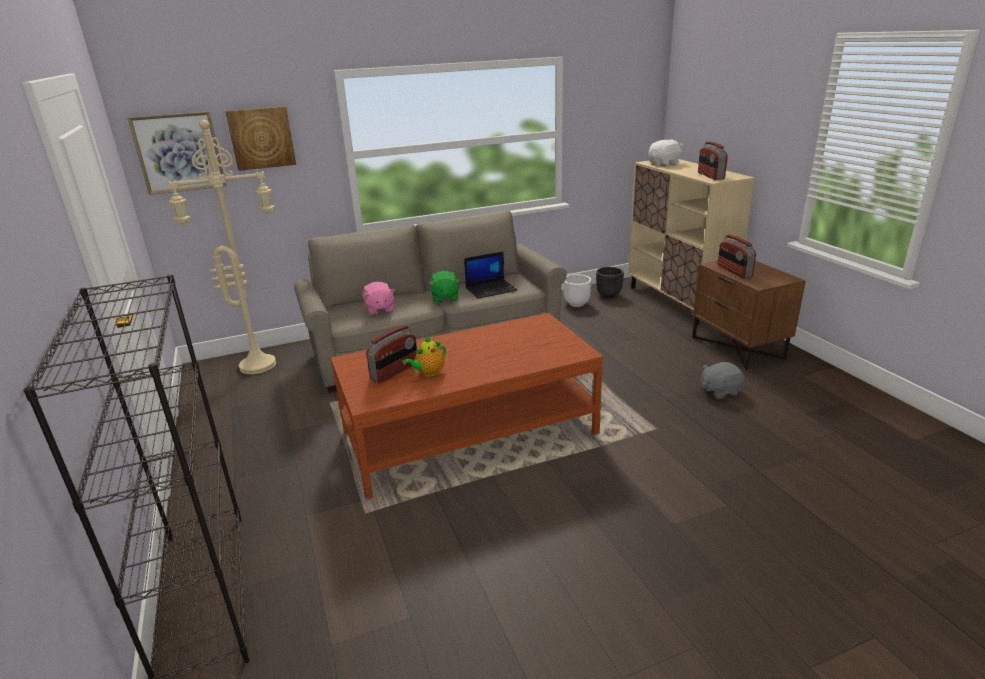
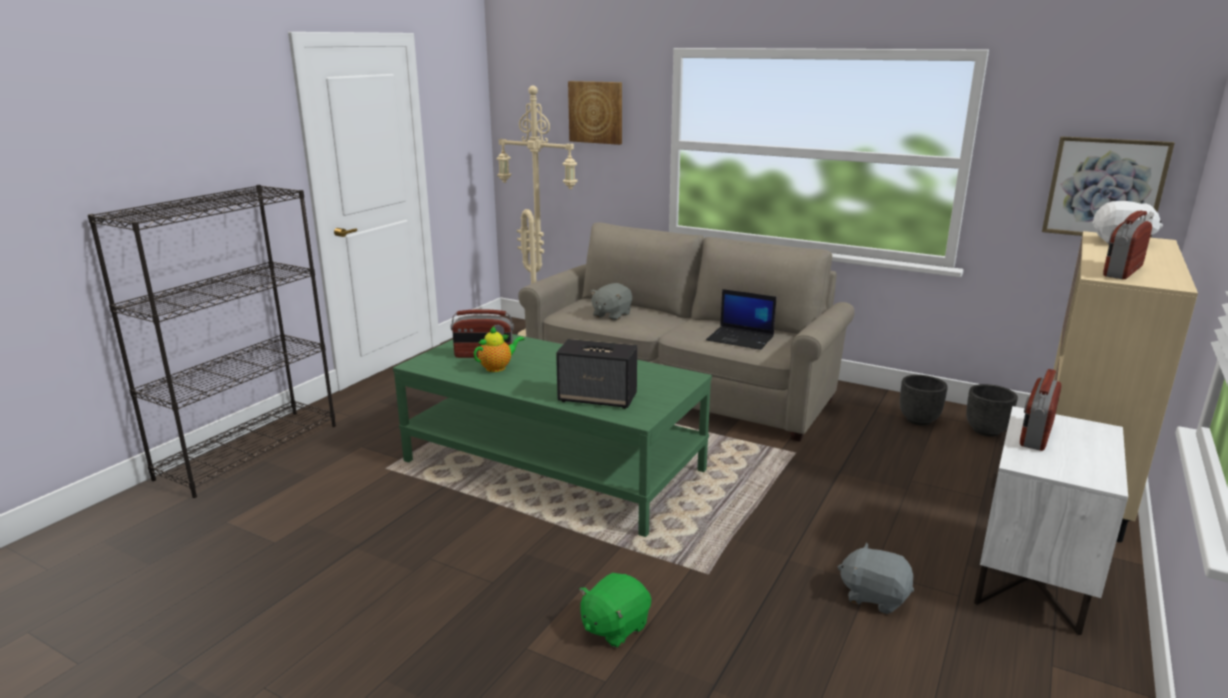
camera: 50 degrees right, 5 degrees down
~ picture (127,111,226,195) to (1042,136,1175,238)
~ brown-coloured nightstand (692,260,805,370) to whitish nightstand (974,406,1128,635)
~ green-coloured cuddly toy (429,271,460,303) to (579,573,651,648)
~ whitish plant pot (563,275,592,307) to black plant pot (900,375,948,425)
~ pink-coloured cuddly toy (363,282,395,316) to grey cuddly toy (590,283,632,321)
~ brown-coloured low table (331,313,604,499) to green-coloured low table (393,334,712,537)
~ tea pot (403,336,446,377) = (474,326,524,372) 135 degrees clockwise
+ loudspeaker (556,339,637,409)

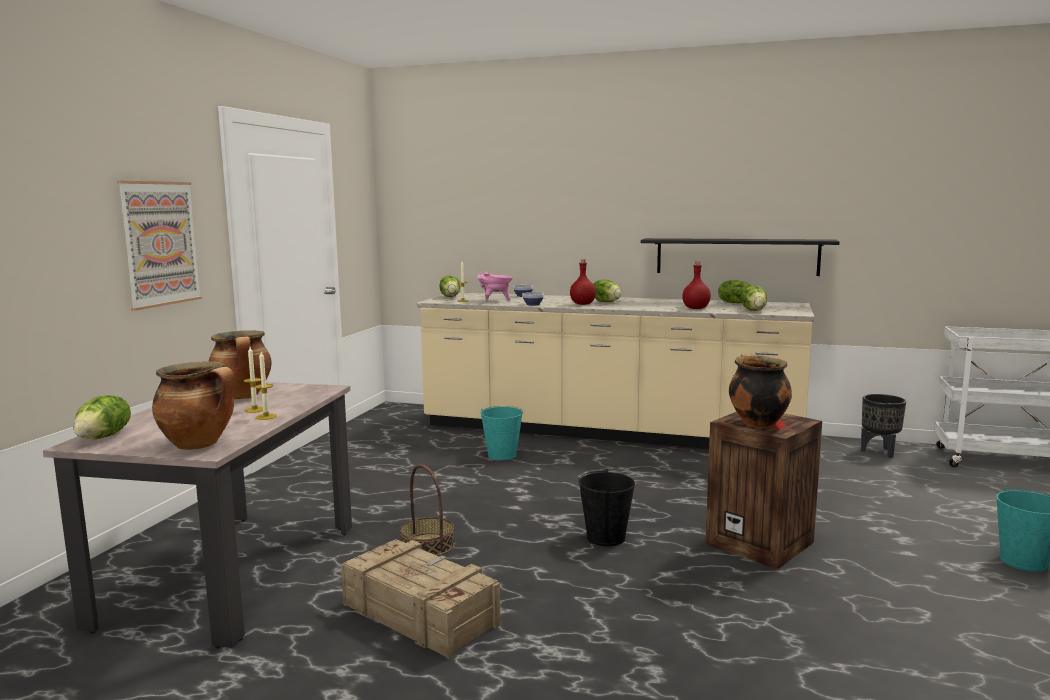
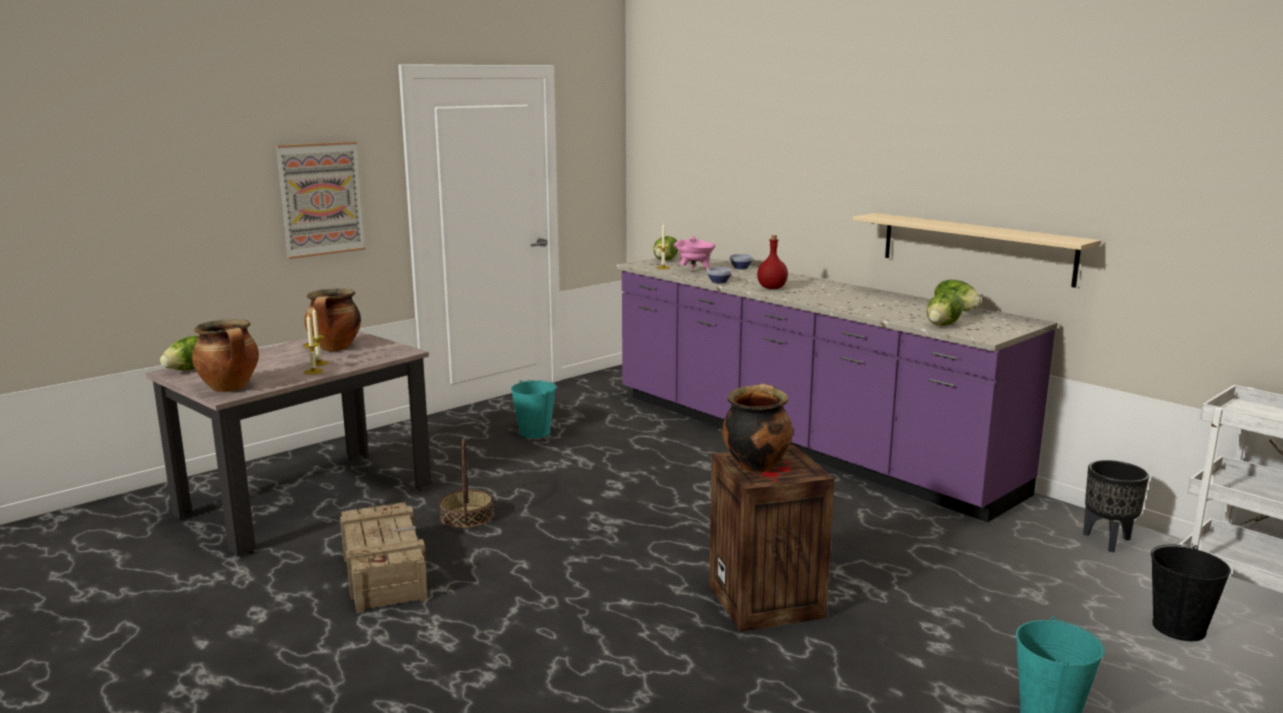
camera: 30 degrees right, 5 degrees up
~ black wall shelf (641,238,840,276) to sand-coloured wall shelf (853,213,1101,288)
- reddish beverage bottle (682,261,711,309)
- lettuce head (594,279,621,302)
~ sand-coloured kitchen base unit (417,293,814,449) to purplish kitchen base unit (616,254,1058,522)
~ blue-green pail (481,406,523,460) to (511,380,556,438)
~ black pail (578,469,635,546) to (1151,545,1231,641)

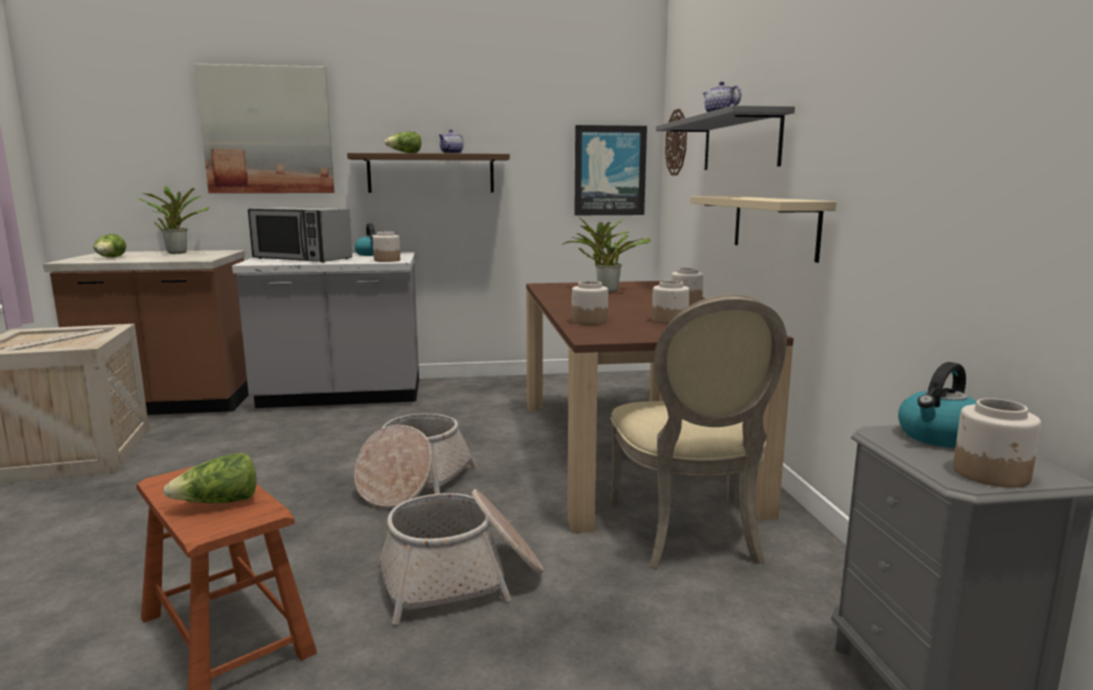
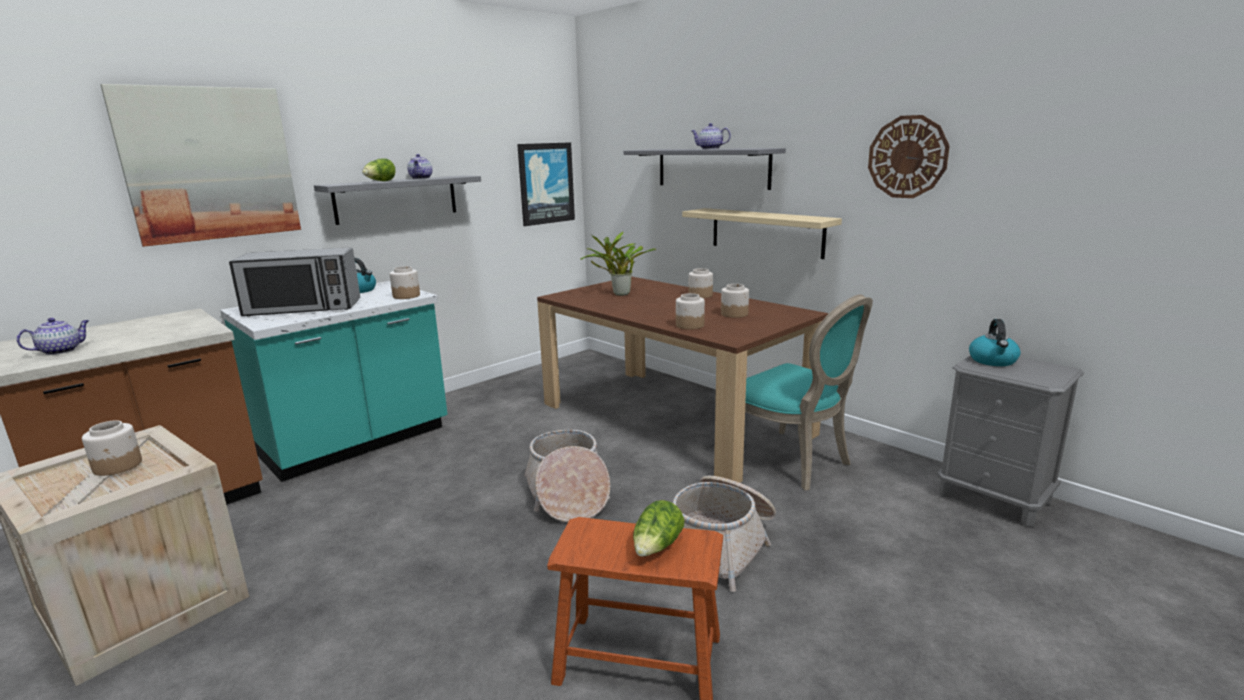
camera: 35 degrees left, 5 degrees up
~ clock on the wall (665,109,687,176) to (868,115,950,198)
~ brown-coloured wall shelf (347,153,510,193) to grey wall shelf (314,175,481,225)
- plant in a pot (138,186,209,254)
~ lettuce head (93,234,126,258) to tea pot (16,318,89,355)
~ grey kitchen base unit (232,252,419,408) to blue-green kitchen base unit (220,281,447,482)
~ sand-coloured upright chair (610,294,787,569) to blue-green upright chair (745,295,873,491)
~ storage jar (953,398,1041,488) to (82,420,142,476)

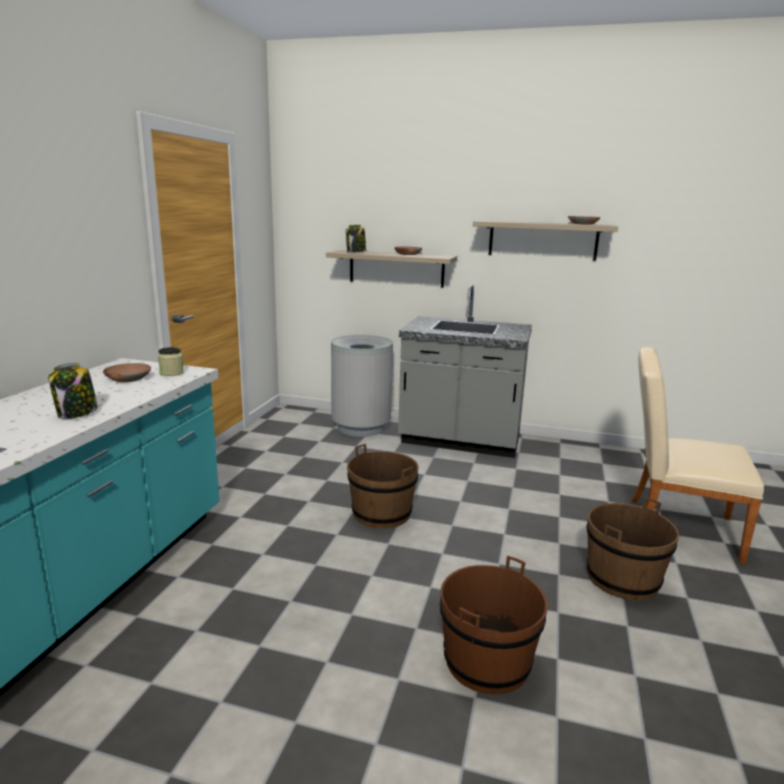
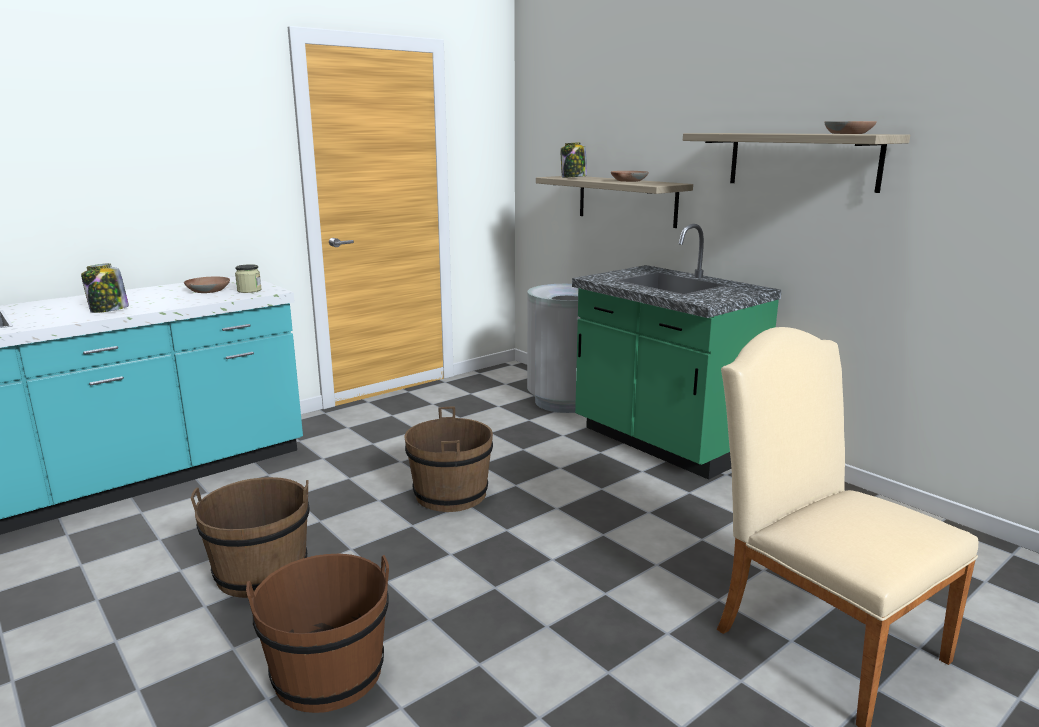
camera: 35 degrees right, 0 degrees up
~ grey kitchen base unit (398,284,532,458) to green-coloured kitchen base unit (572,224,782,480)
~ brown-coloured pail (587,497,679,600) to (191,477,310,598)

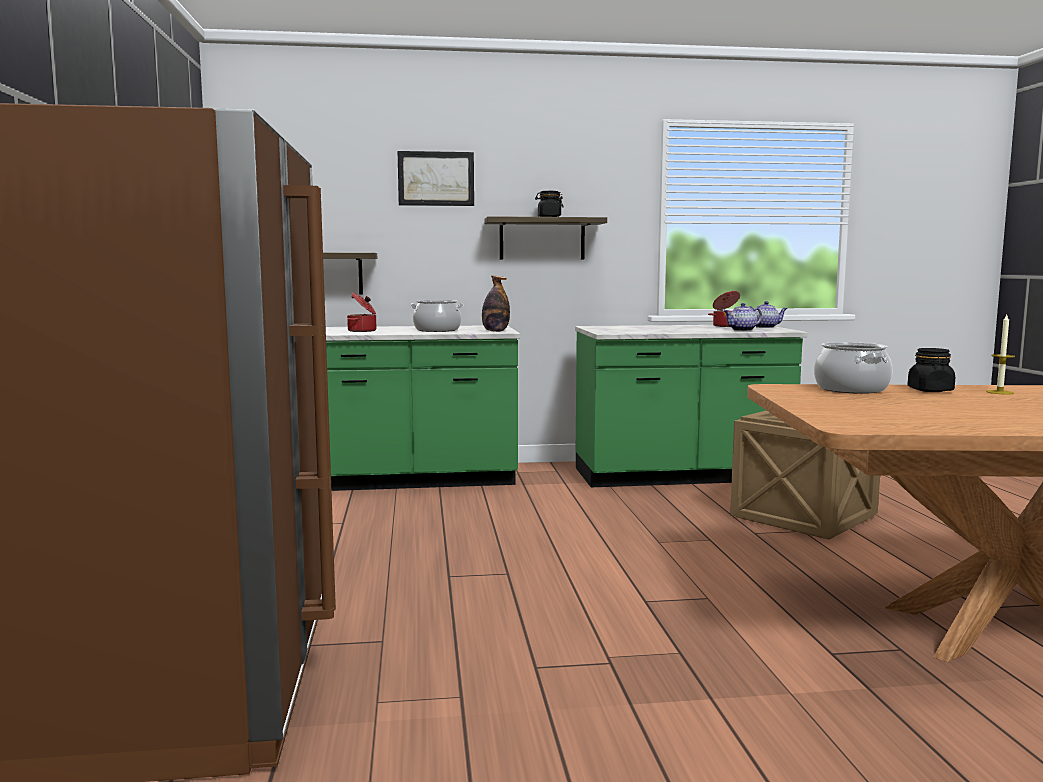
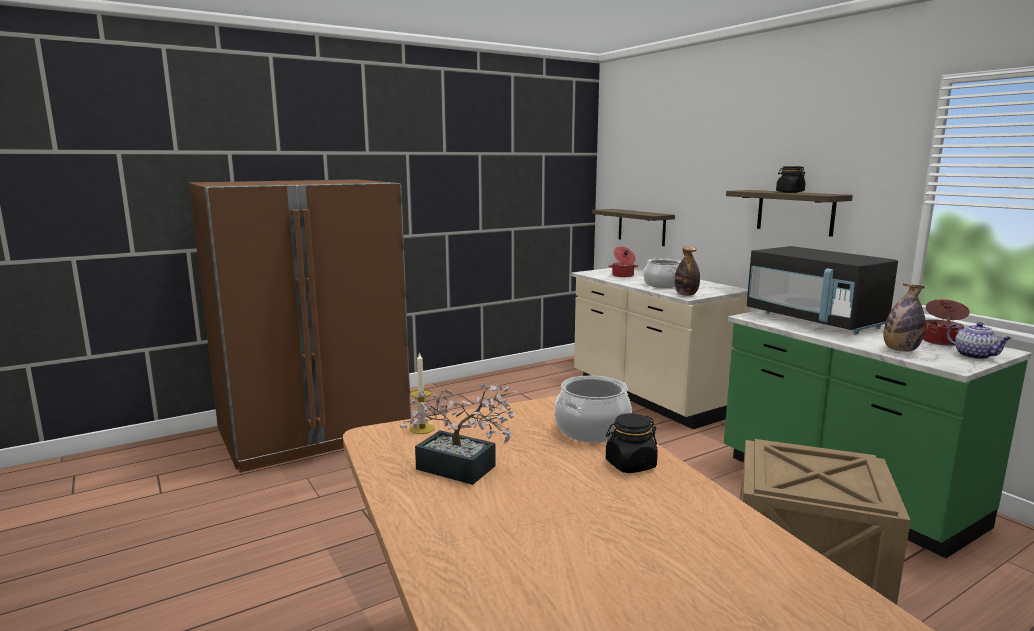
camera: 65 degrees right, 5 degrees up
- picture (398,151,474,206)
~ tea pot (724,303,762,331) to beverage bottle (884,283,925,352)
~ wax candle (986,315,1015,395) to (410,352,435,434)
~ green-coloured kitchen base unit (326,326,520,491) to sand-coloured kitchen base unit (571,267,750,429)
+ black kitchen microwave (747,246,898,334)
+ plant in a pot (399,383,518,485)

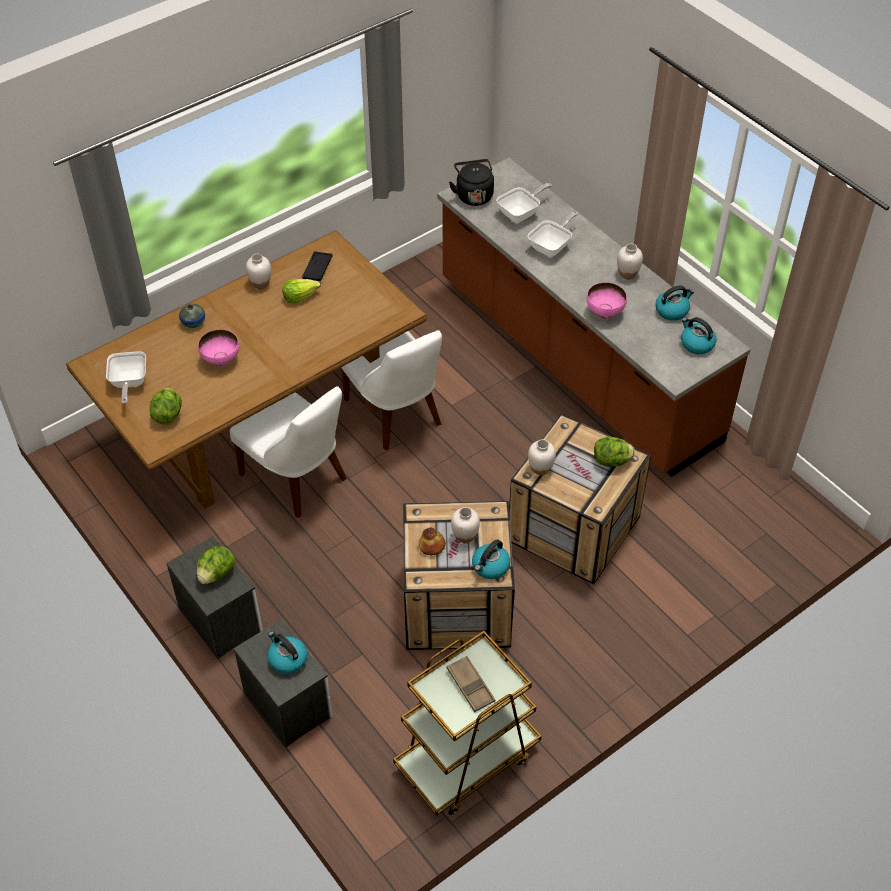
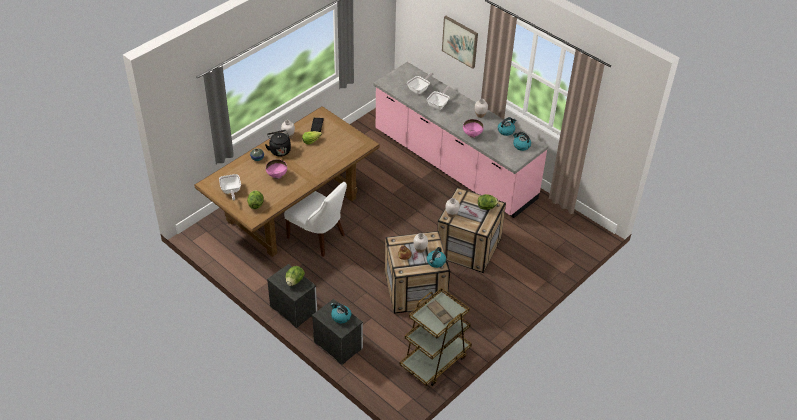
camera: 10 degrees left, 5 degrees down
~ brown-coloured kitchen base unit (437,158,751,477) to pink-coloured kitchen base unit (373,62,548,218)
~ black tea kettle (449,159,494,206) to (265,130,291,157)
- whitish upright chair (341,330,442,450)
+ picture (442,16,478,69)

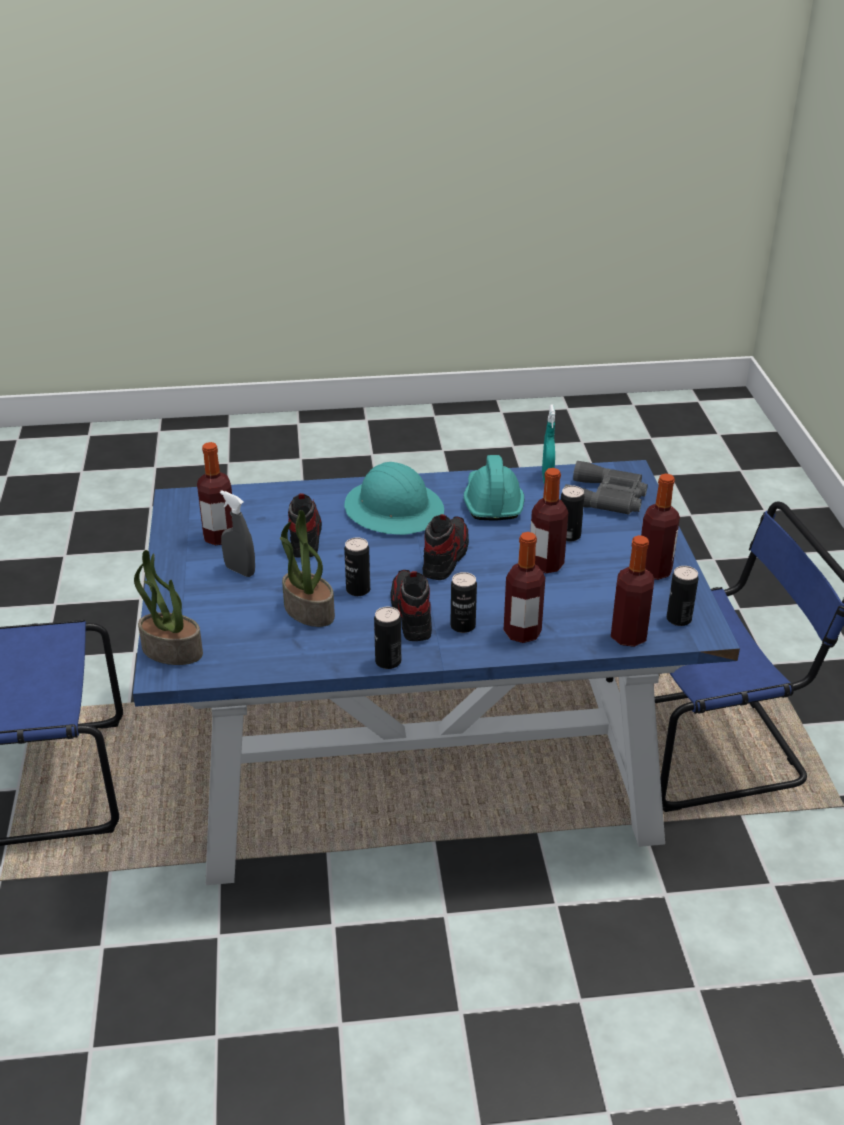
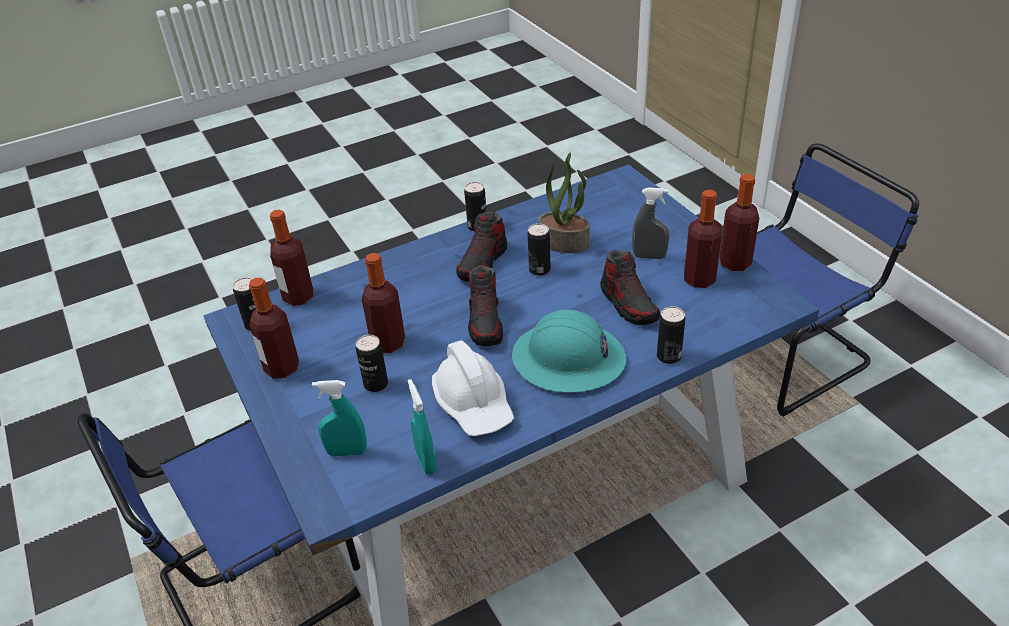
camera: 160 degrees right, 5 degrees up
~ blue-green safety helmet (464,455,524,520) to whitish safety helmet (432,340,514,436)
~ grey binoculars (564,461,648,515) to blue-green sprayer (312,380,367,457)
~ beverage bottle (504,532,545,643) to (719,174,759,271)
- plant in a pot (134,550,203,665)
~ low shoe (390,570,432,641) = (456,212,507,282) 60 degrees clockwise
~ can (450,572,477,633) to (657,306,685,364)

